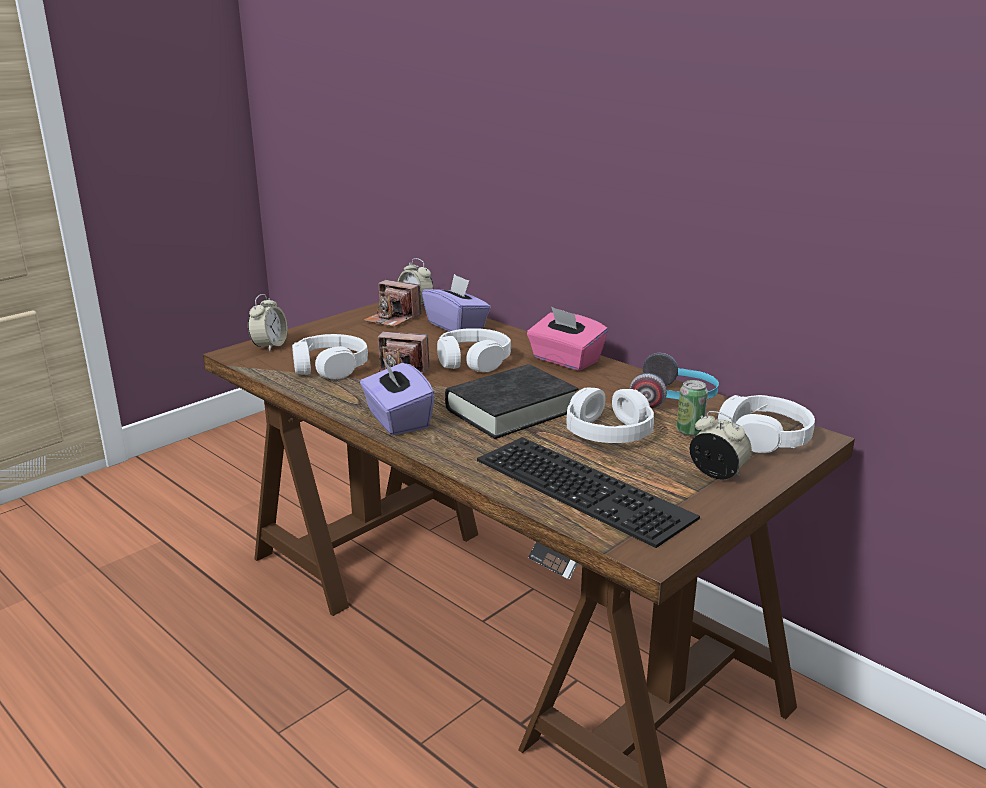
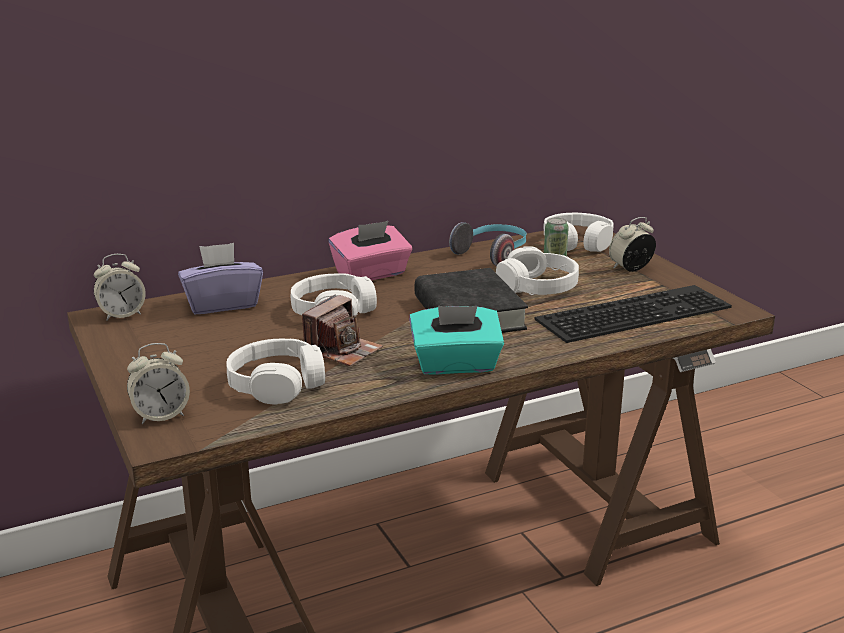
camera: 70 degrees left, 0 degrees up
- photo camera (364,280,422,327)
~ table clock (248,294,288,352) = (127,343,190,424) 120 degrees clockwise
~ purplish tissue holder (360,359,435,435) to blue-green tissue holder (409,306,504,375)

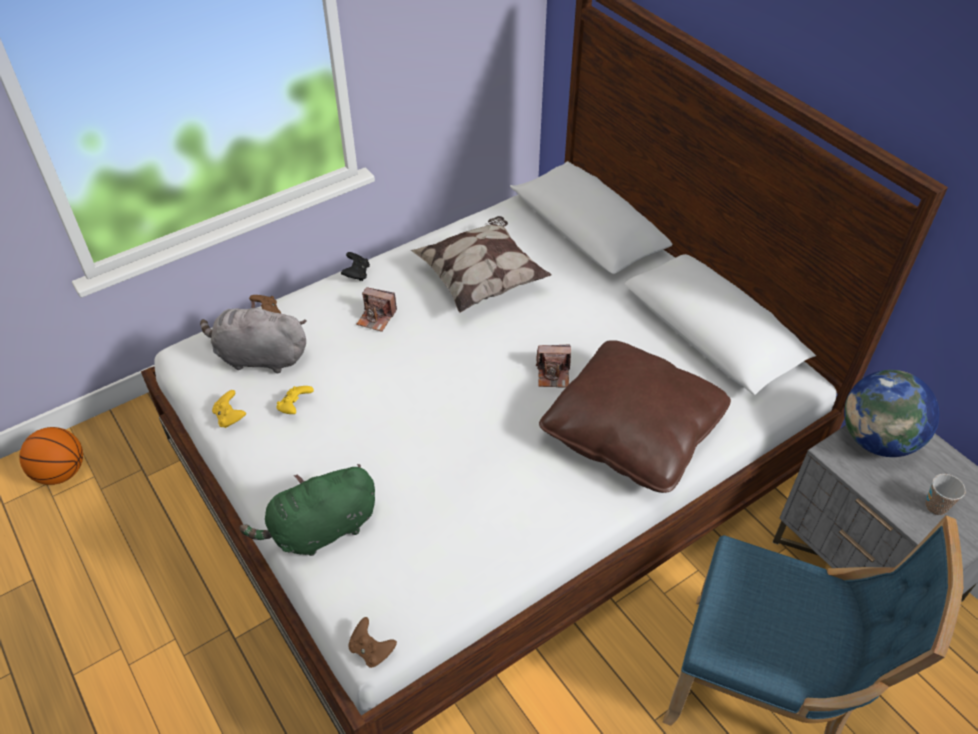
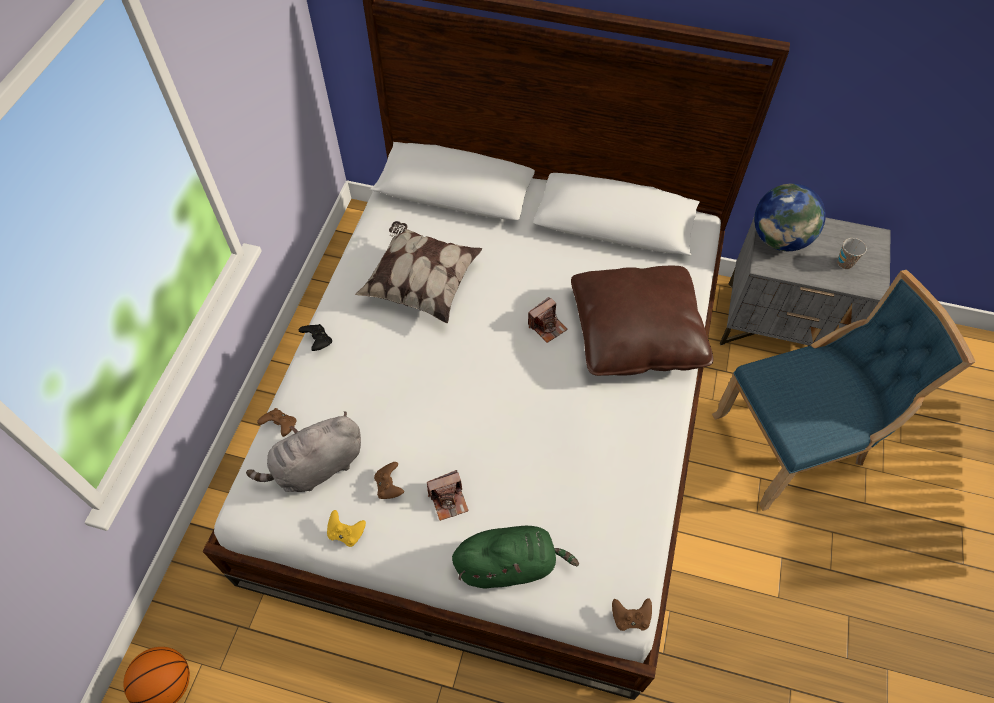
camera: 40 degrees left, 10 degrees up
~ photo camera (356,287,397,332) to (427,470,469,521)
~ yellow-coloured game controller (276,386,314,414) to brown-coloured game controller (374,462,404,499)
~ green-coloured cuddly toy (240,464,375,556) = (452,526,579,589) 120 degrees counterclockwise

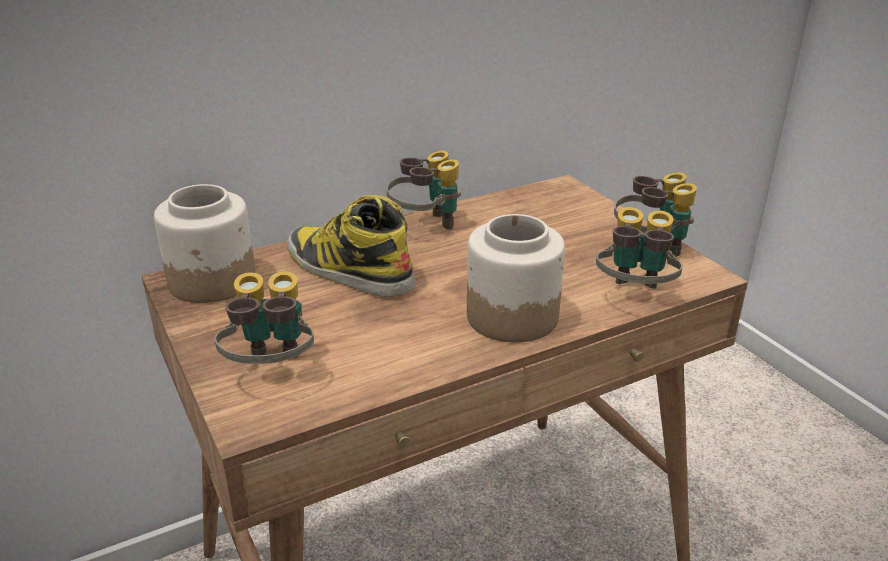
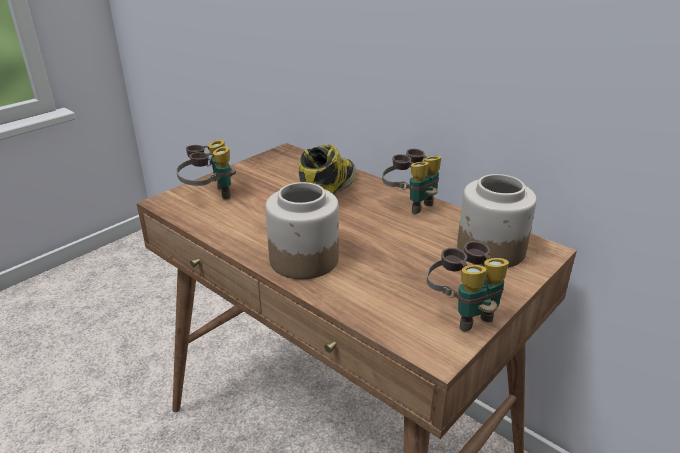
camera: 70 degrees right, 0 degrees up
~ storage jar (154,184,255,303) to (457,174,537,268)
- binoculars (596,207,683,289)

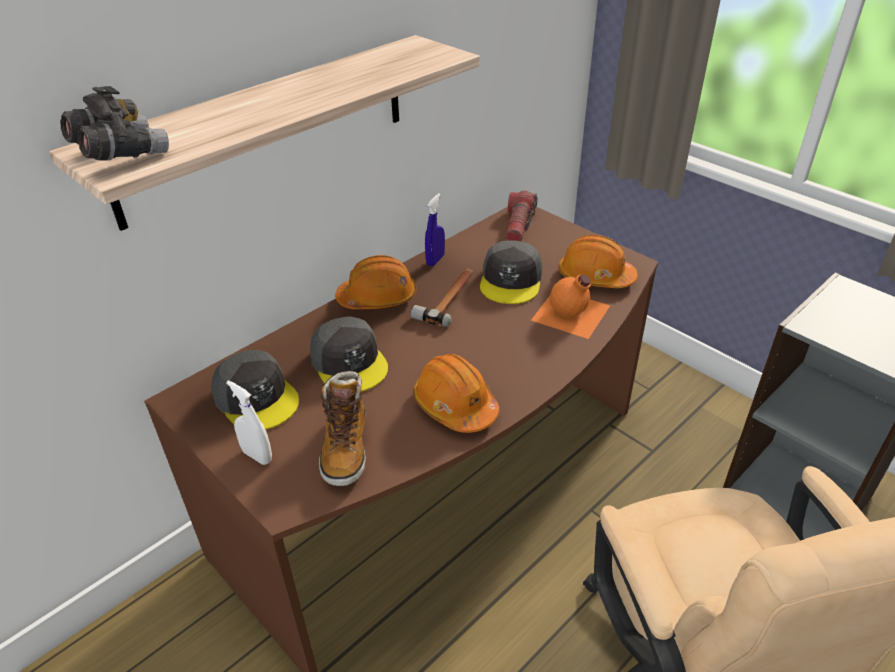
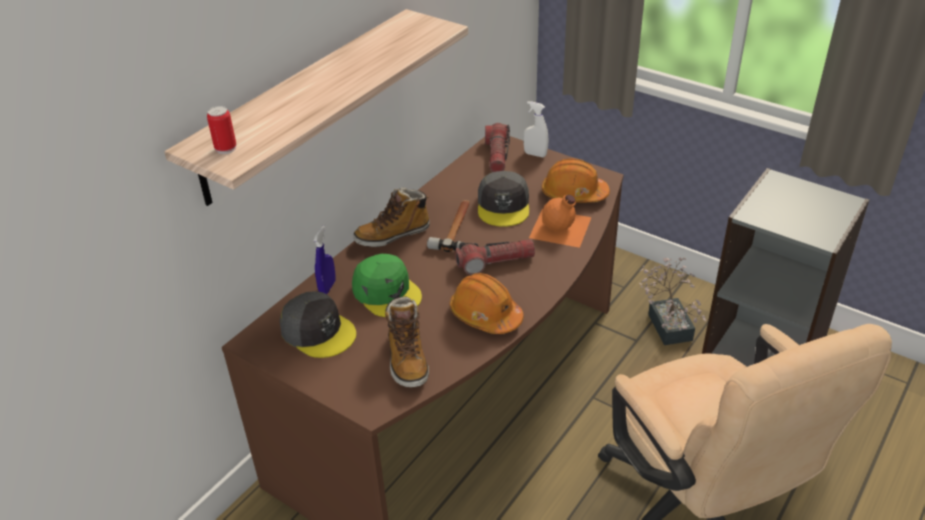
camera: 10 degrees left, 0 degrees up
~ grey binoculars (60,86,169,161) to can (207,106,236,154)
~ bluish sprayer (425,193,445,266) to (313,225,336,294)
~ orange-coloured safety helmet (335,255,417,309) to tall boot (353,187,430,247)
~ grey baseball cap (310,316,388,392) to green-coloured baseball cap (352,254,422,317)
~ whitish sprayer (226,380,272,465) to (523,101,548,157)
+ hand torch (455,239,535,275)
+ plant in a pot (639,258,706,345)

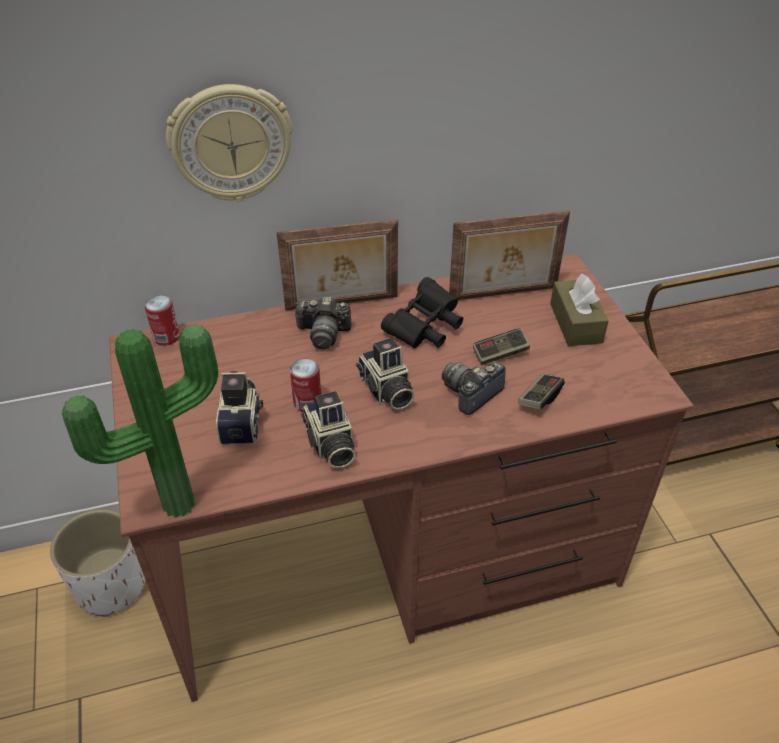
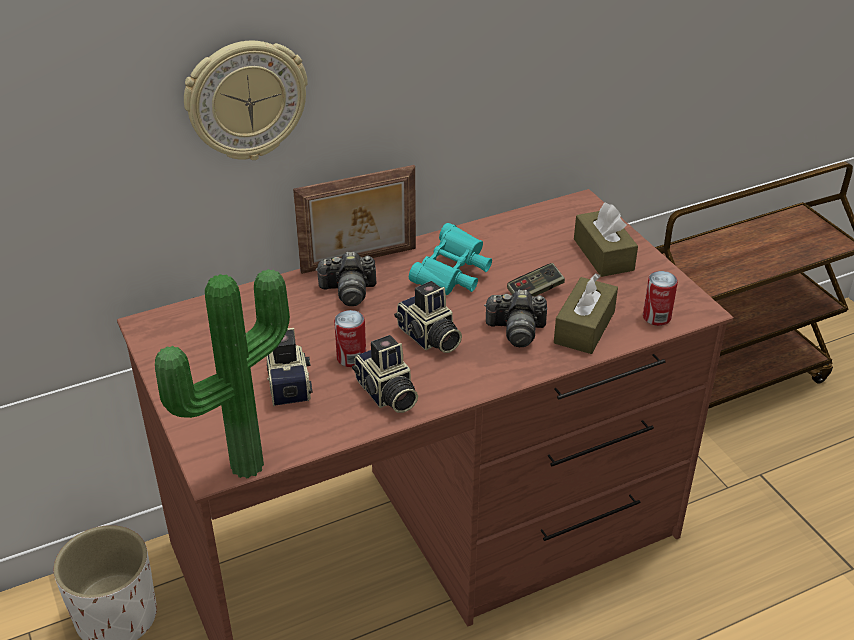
camera: 10 degrees left, 5 degrees down
- photo frame (449,210,570,300)
~ black binoculars (381,277,463,348) to blue-green binoculars (409,223,492,295)
~ can (145,295,180,346) to (643,271,678,326)
~ photo camera (442,362,506,415) = (484,290,547,347) 120 degrees counterclockwise
~ game controller (519,374,565,410) to brown-coloured tissue holder (554,273,618,354)

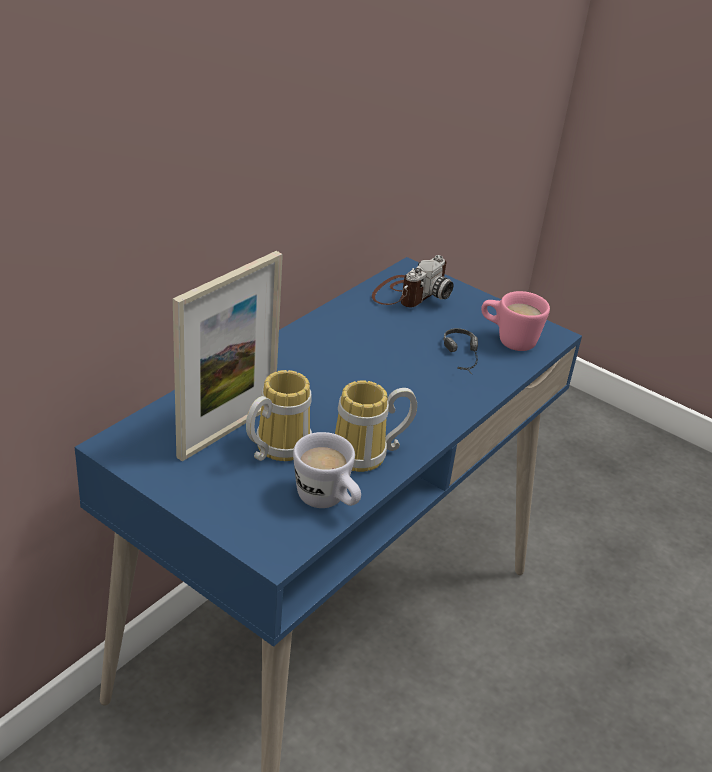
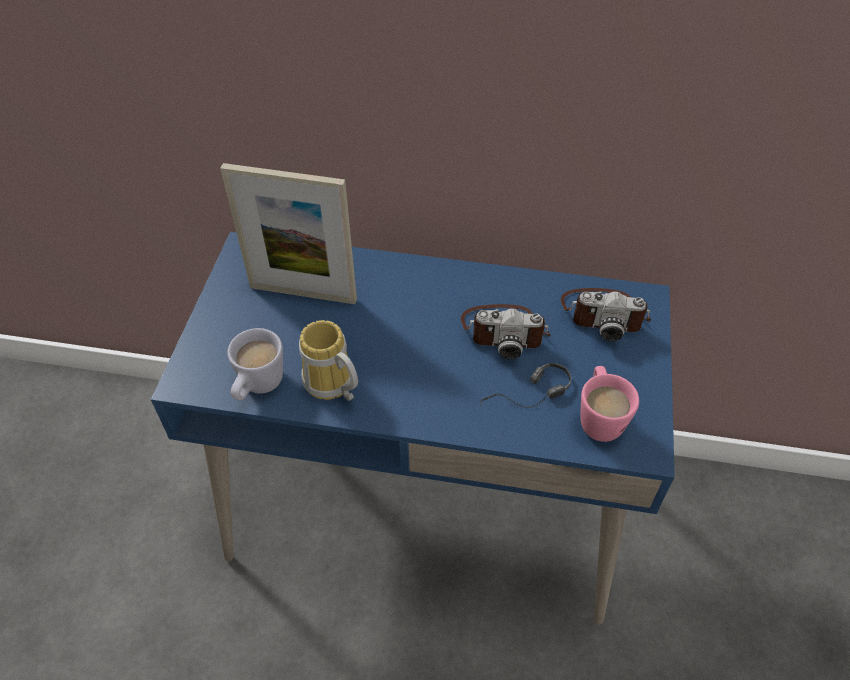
camera: 65 degrees right, 15 degrees up
- coffee mug (246,370,312,461)
+ photo camera (461,304,551,360)

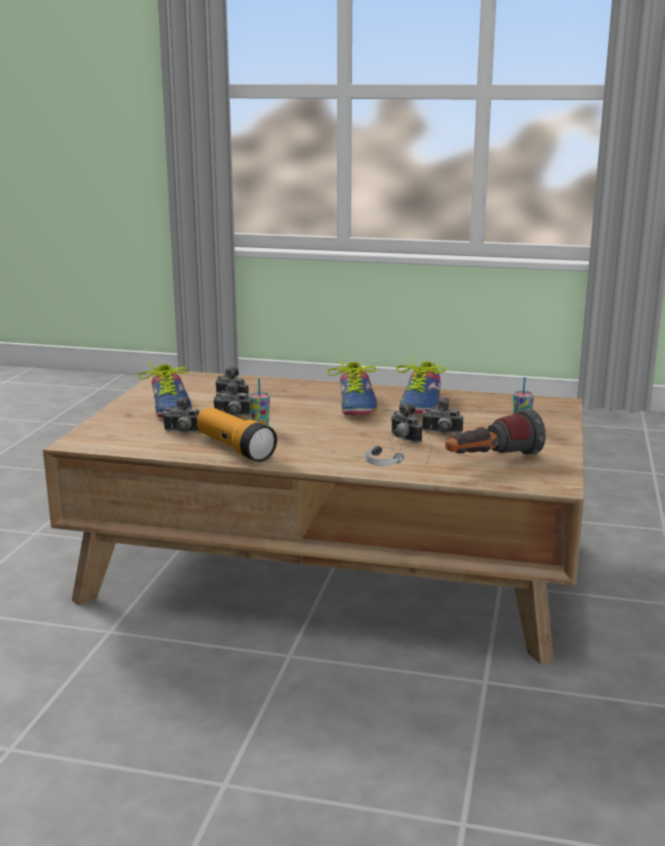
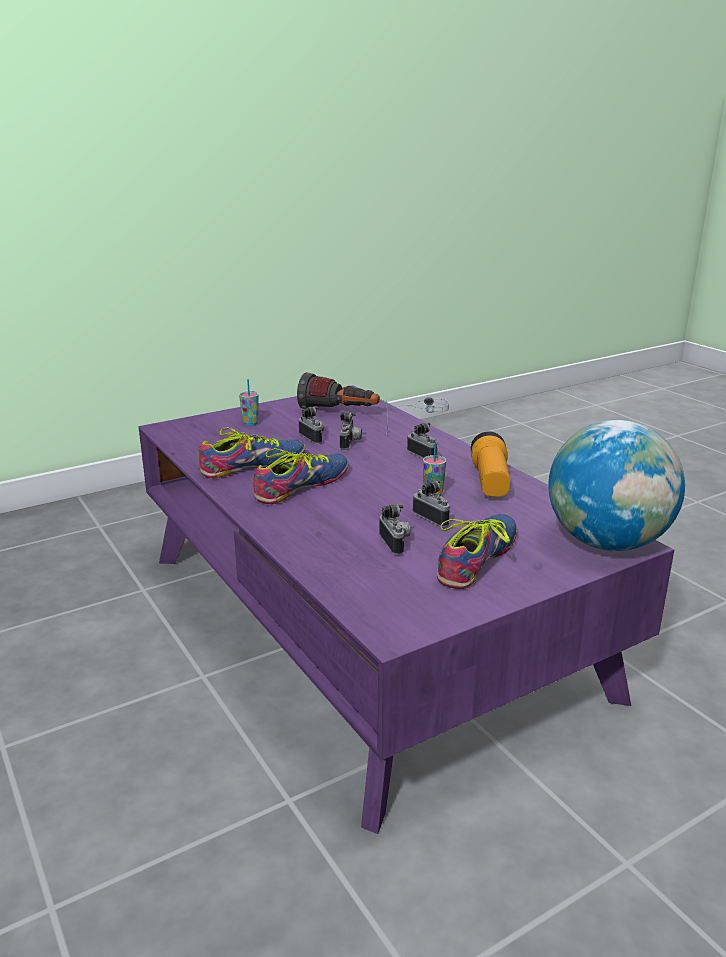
camera: 135 degrees left, 5 degrees up
~ brown-coloured low table (43,371,584,664) to purplish low table (138,385,674,834)
~ photo camera (162,397,200,433) to (407,423,438,458)
+ world globe (549,420,685,551)

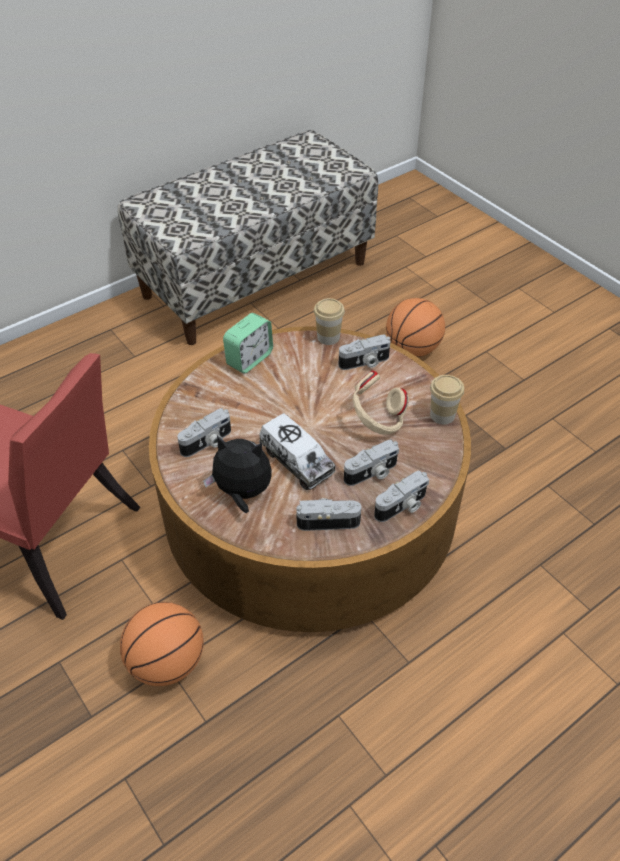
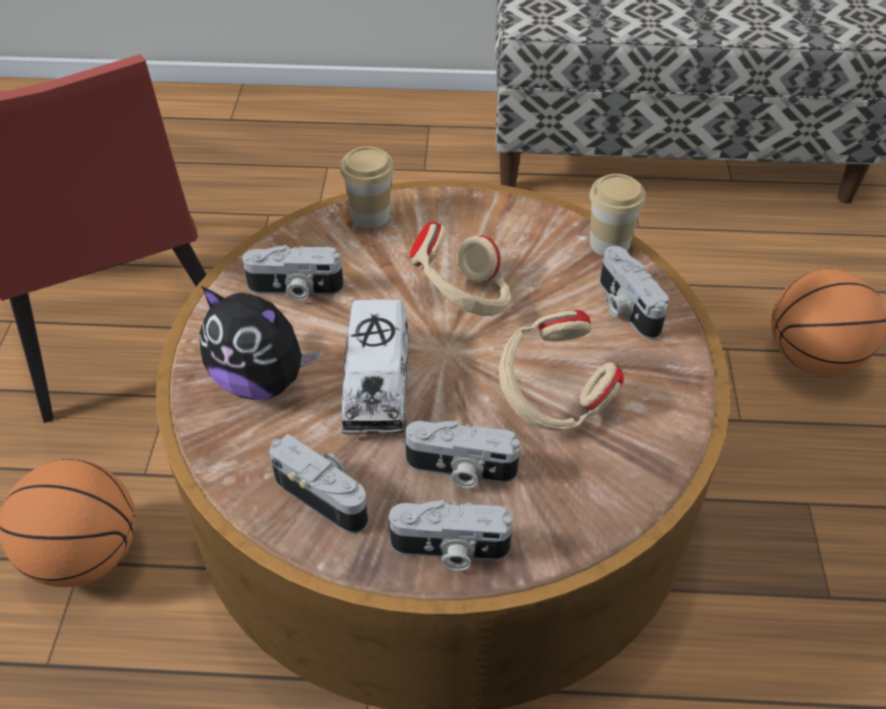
camera: 40 degrees right, 0 degrees up
- table clock (223,313,273,374)
~ photo camera (338,335,390,370) = (600,246,669,339) 45 degrees clockwise
~ cup (430,375,464,425) to (340,146,394,228)
~ cuddly toy (203,436,271,513) = (200,286,320,400) 150 degrees clockwise
+ sand-coloured headphones (410,222,511,316)

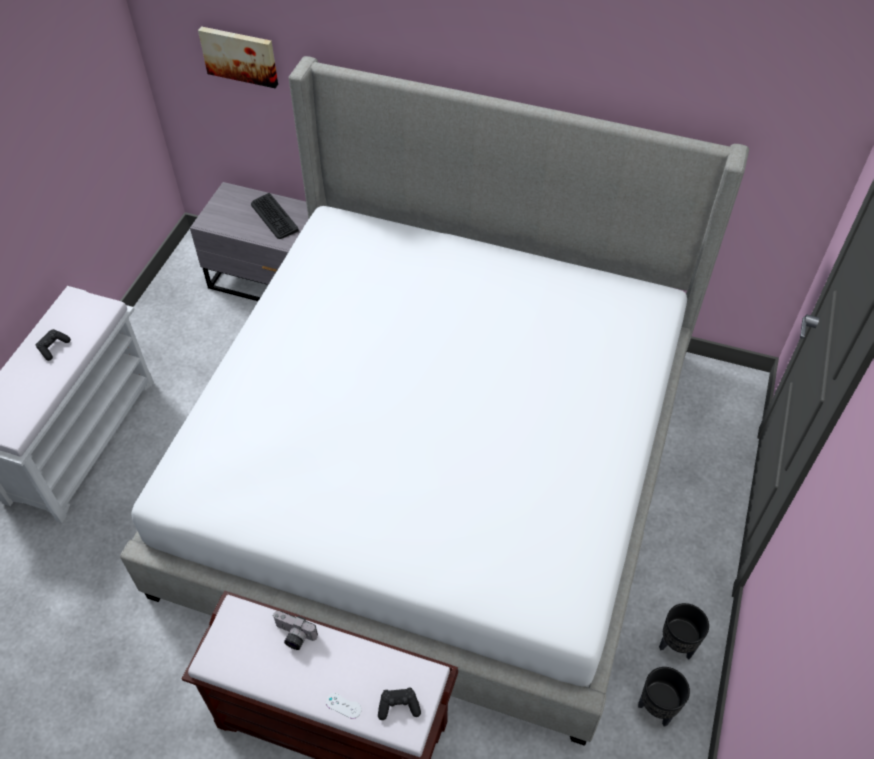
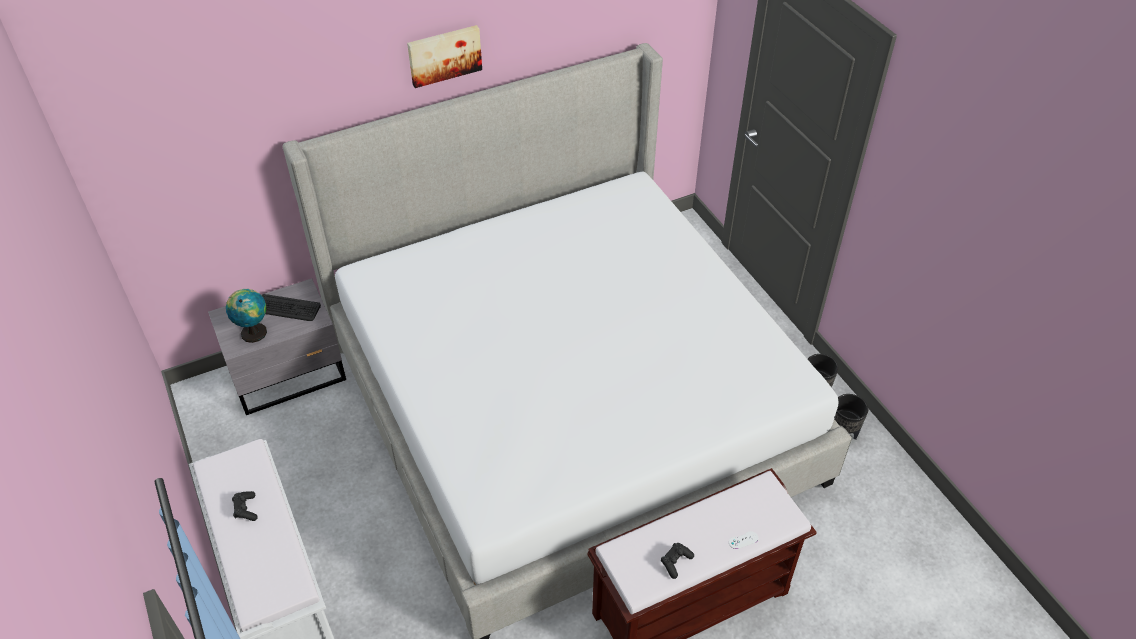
camera: 45 degrees left, 5 degrees down
~ picture (198,26,278,88) to (407,25,482,88)
- photo camera (273,611,318,650)
~ black game controller (378,688,421,720) to (661,543,694,579)
+ world globe (226,289,267,343)

